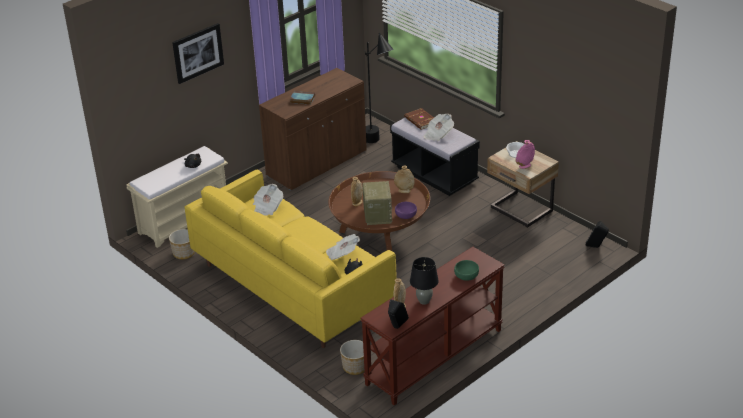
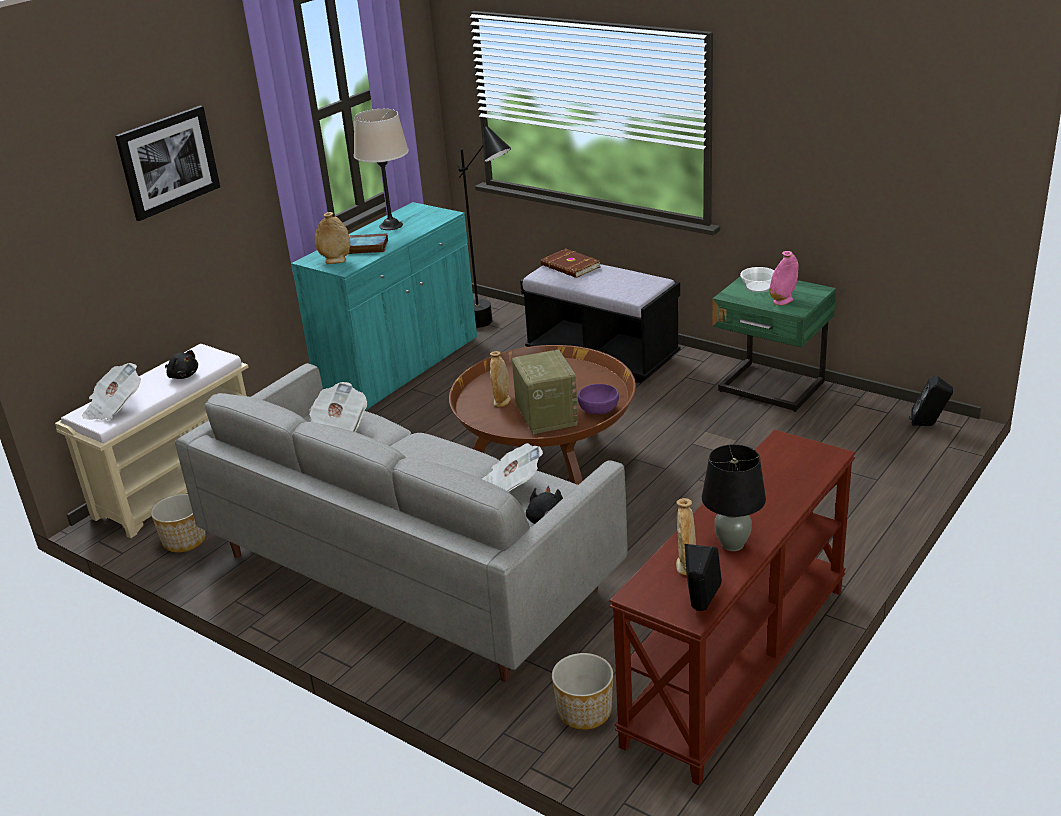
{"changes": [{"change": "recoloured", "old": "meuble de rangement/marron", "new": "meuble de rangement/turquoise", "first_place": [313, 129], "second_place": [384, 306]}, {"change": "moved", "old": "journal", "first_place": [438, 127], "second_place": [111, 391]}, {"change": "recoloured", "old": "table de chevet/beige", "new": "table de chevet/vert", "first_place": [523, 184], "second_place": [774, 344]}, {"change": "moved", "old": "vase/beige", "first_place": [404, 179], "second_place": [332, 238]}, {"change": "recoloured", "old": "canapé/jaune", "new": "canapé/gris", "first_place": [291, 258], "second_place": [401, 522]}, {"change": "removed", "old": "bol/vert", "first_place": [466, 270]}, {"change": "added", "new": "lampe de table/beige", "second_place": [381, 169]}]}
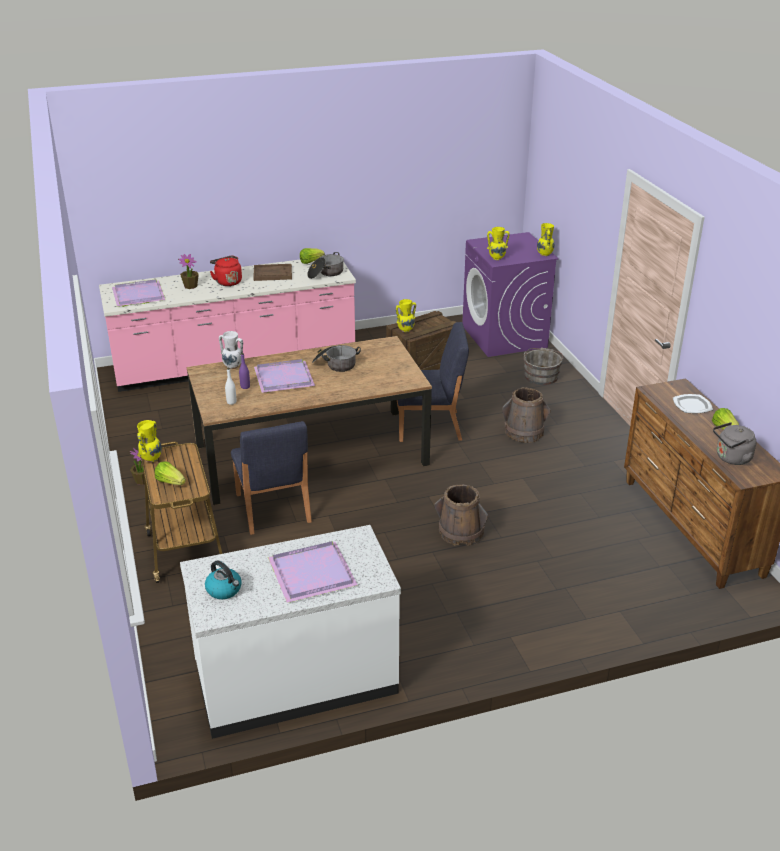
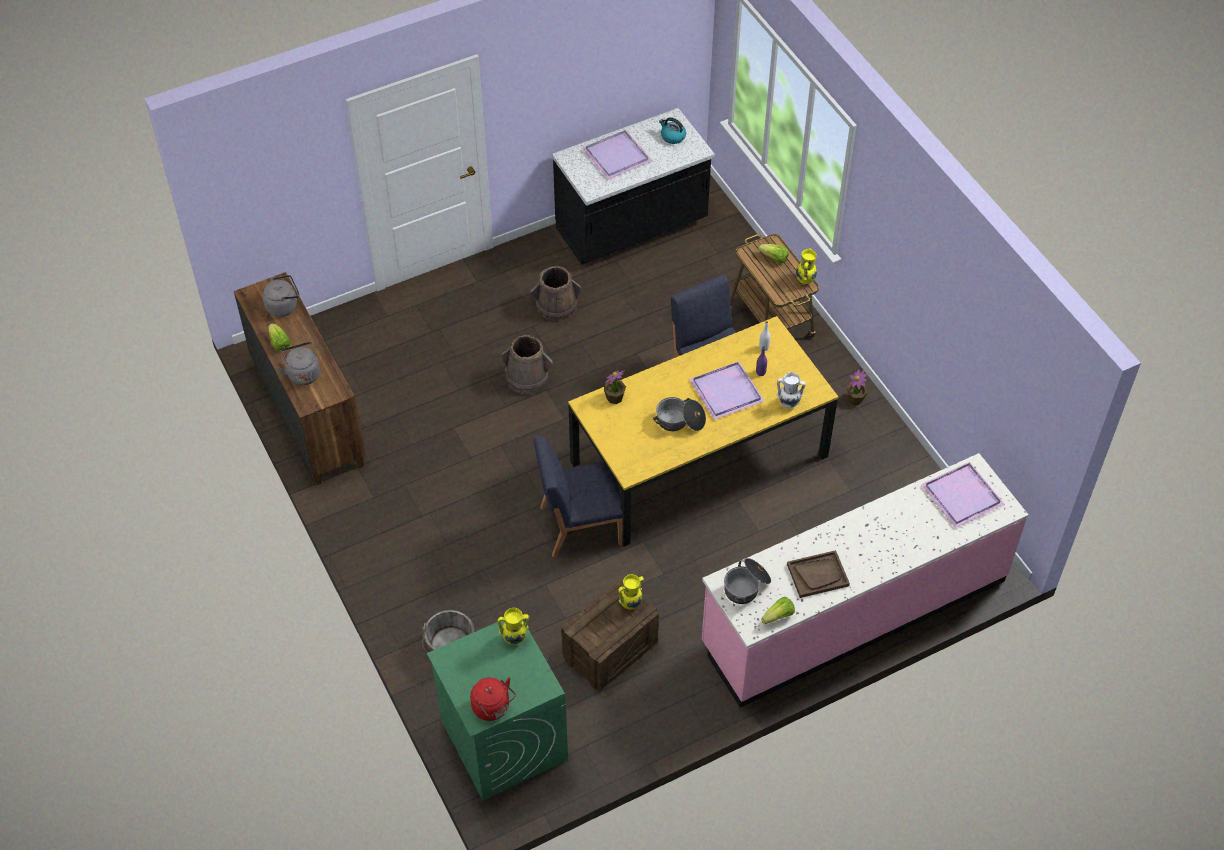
{"changes": [{"change": "removed", "old": "vase/jaune", "first_place": [545, 239]}, {"change": "recoloured", "old": "lave-linge/violet", "new": "lave-linge/vert", "first_place": [510, 294], "second_place": [497, 710]}, {"change": "moved", "old": "plante en pot", "first_place": [188, 271], "second_place": [615, 387]}, {"change": "moved", "old": "bouilloire/rouge", "first_place": [226, 270], "second_place": [493, 699]}, {"change": "recoloured", "old": "table à manger/marron", "new": "table à manger/jaune", "first_place": [309, 420], "second_place": [703, 431]}, {"change": "moved", "old": "seau/marron", "first_place": [526, 415], "second_place": [555, 293]}, {"change": "replaced", "old": "assiette", "new": "bouilloire/gris", "first_place": [693, 403], "second_place": [299, 363]}, {"change": "recoloured", "old": "comptoir de cuisine/blanc", "new": "comptoir de cuisine/noir", "first_place": [290, 632], "second_place": [633, 186]}]}
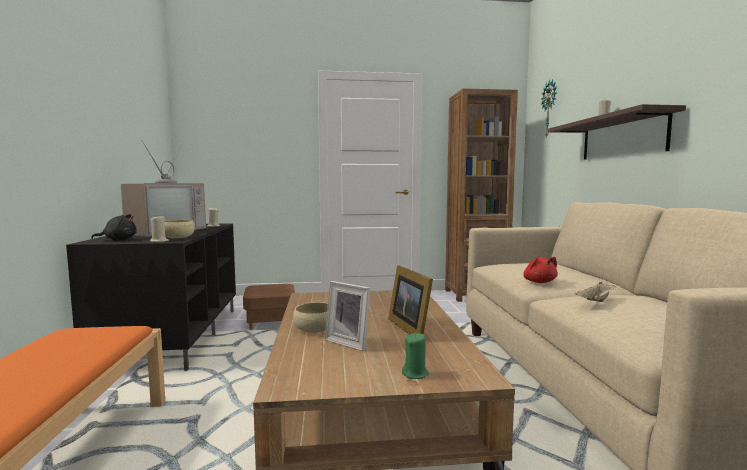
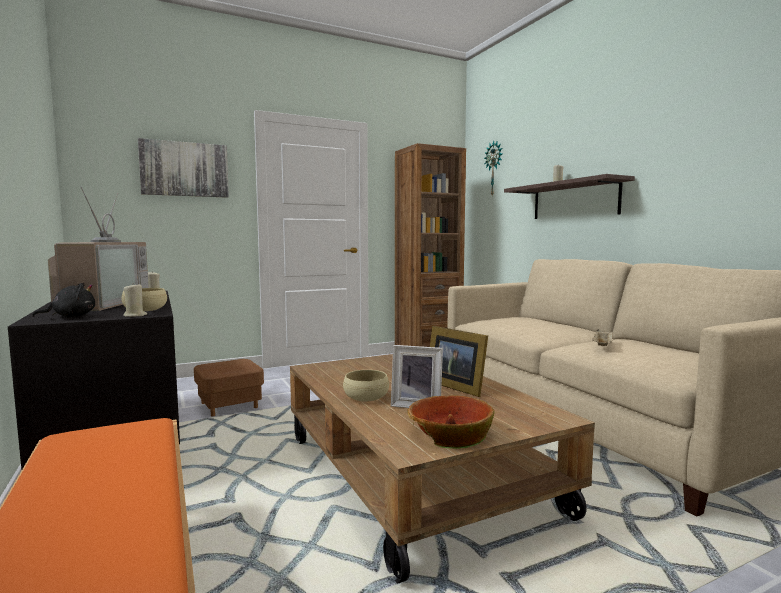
{"changes": [{"change": "removed", "old": "peluche/rouge", "first_place": [540, 270]}, {"change": "removed", "old": "bougie/vert", "first_place": [415, 356]}, {"change": "added", "new": "tableau", "second_place": [183, 168]}, {"change": "added", "new": "bol", "second_place": [451, 422]}]}
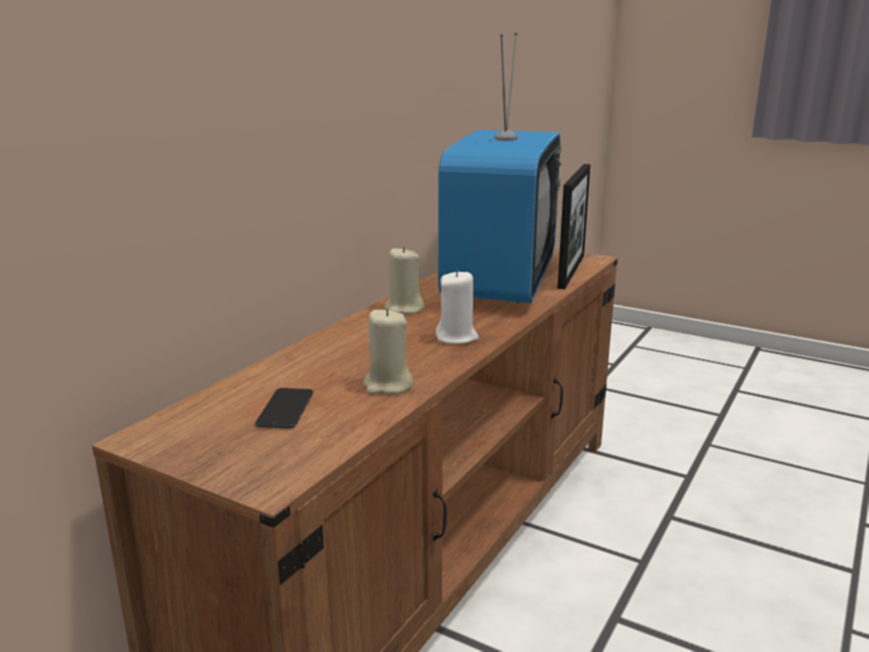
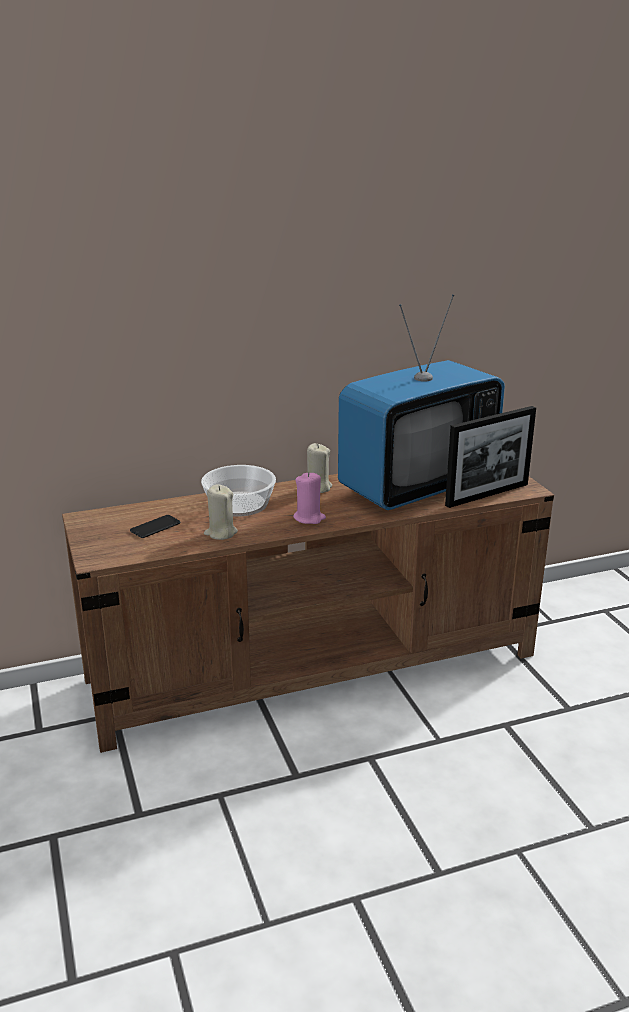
{"changes": [{"change": "recoloured", "old": "bougie/blanc", "new": "bougie/rose", "first_place": [457, 307], "second_place": [309, 498]}, {"change": "added", "new": "bol", "second_place": [238, 491]}]}
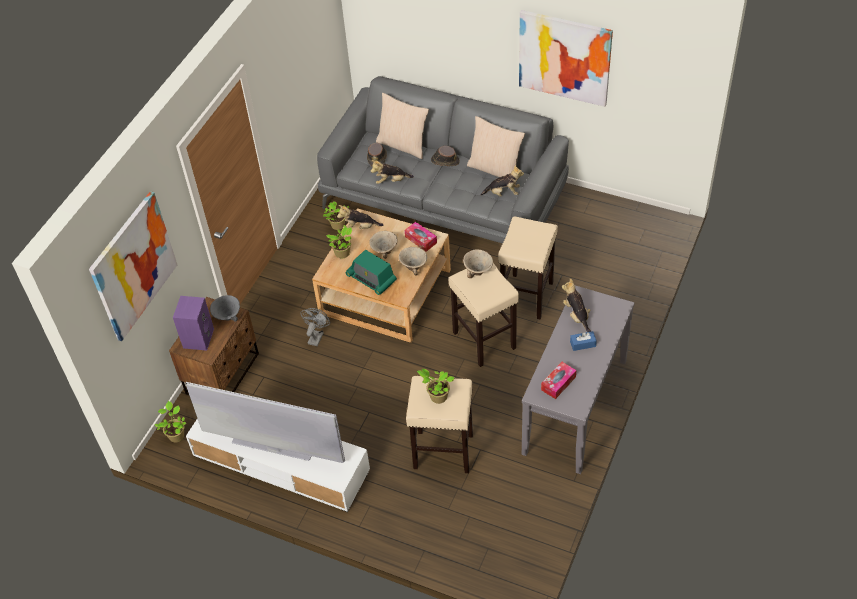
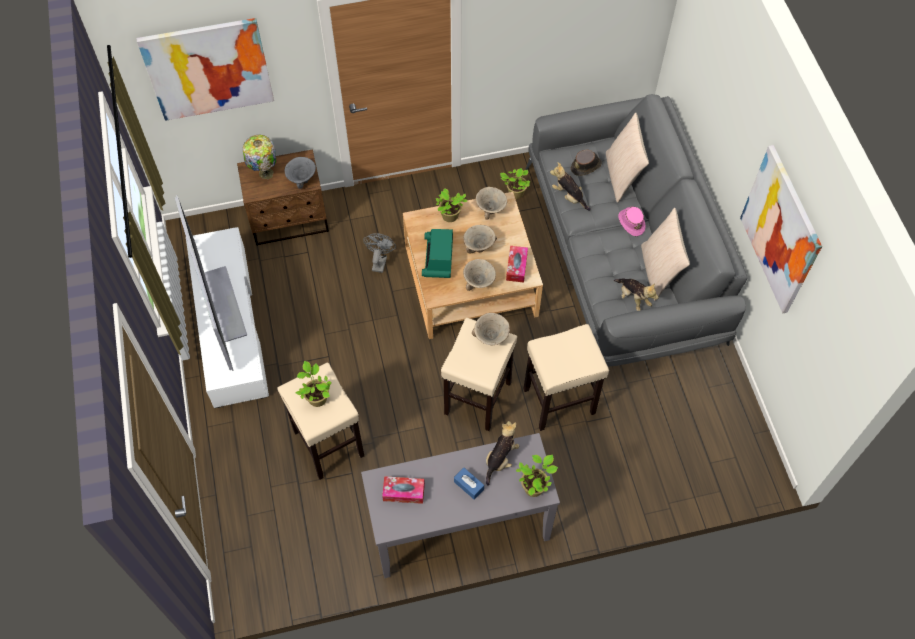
{"changes": [{"change": "recoloured", "old": "chapeau/marron", "new": "chapeau/rose", "first_place": [445, 156], "second_place": [632, 221]}, {"change": "replaced", "old": "peluche", "new": "bol/beige", "first_place": [360, 217], "second_place": [491, 203]}, {"change": "replaced", "old": "enceinte/violet", "new": "lampe de table", "first_place": [193, 323], "second_place": [259, 157]}, {"change": "turned", "old": "ventilateur/gris", "first_place": [315, 327], "second_place": [379, 253], "degrees": -60}, {"change": "moved", "old": "plante en pot", "first_place": [170, 421], "second_place": [537, 476]}]}
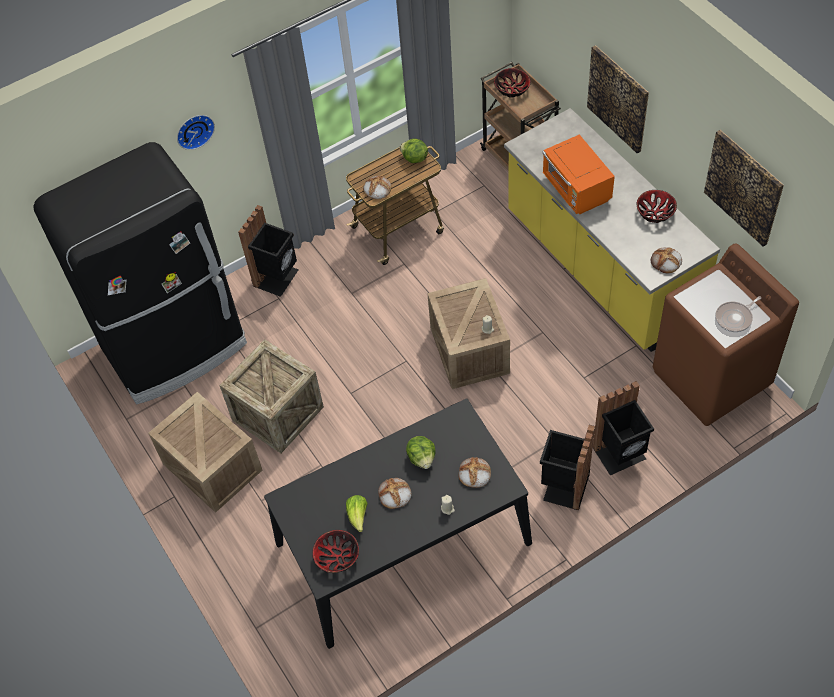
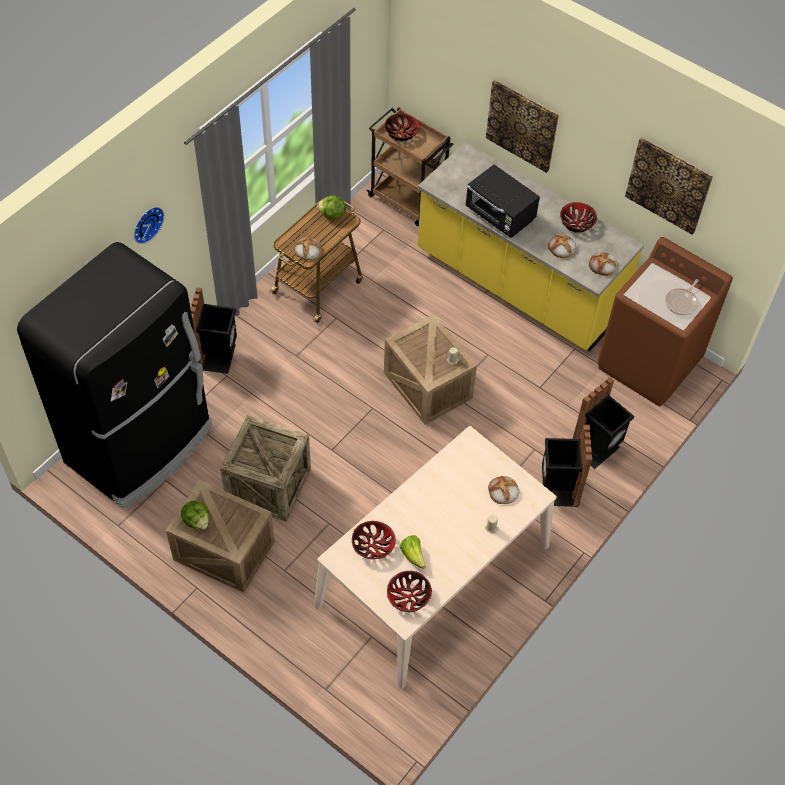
{"changes": [{"change": "recoloured", "old": "micro-ondes/orange", "new": "micro-ondes/noir", "first_place": [579, 174], "second_place": [503, 201]}, {"change": "recoloured", "old": "table à manger/noir", "new": "table à manger/beige", "first_place": [398, 523], "second_place": [435, 557]}, {"change": "moved", "old": "laitue", "first_place": [421, 452], "second_place": [195, 515]}, {"change": "moved", "old": "pain", "first_place": [395, 493], "second_place": [562, 246]}, {"change": "added", "new": "bol", "second_place": [374, 540]}]}
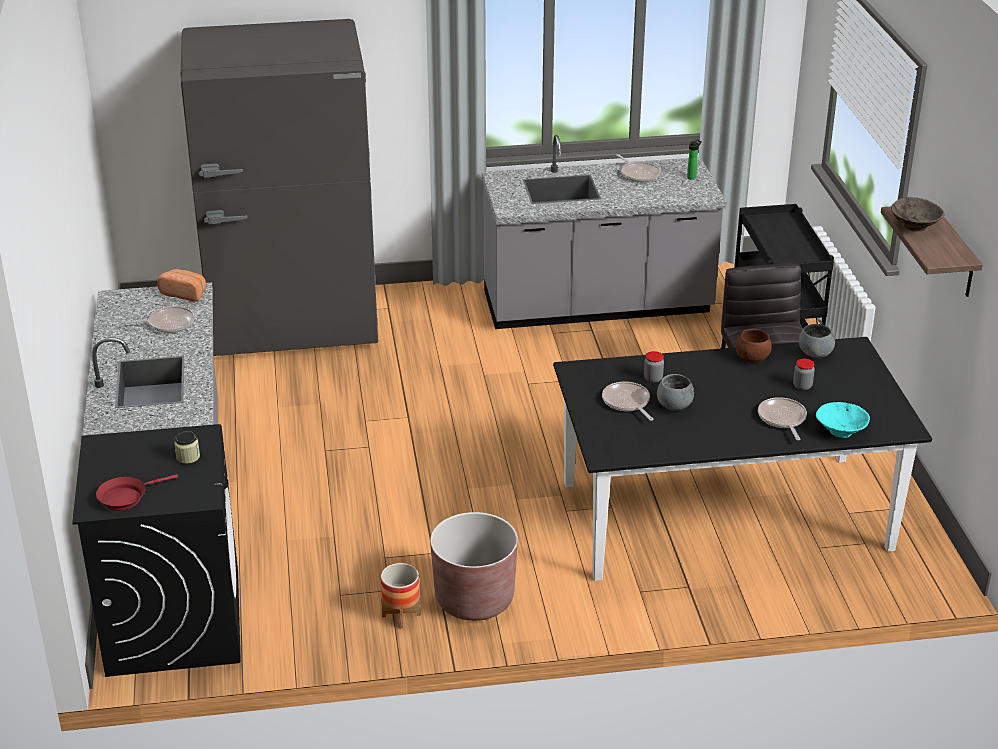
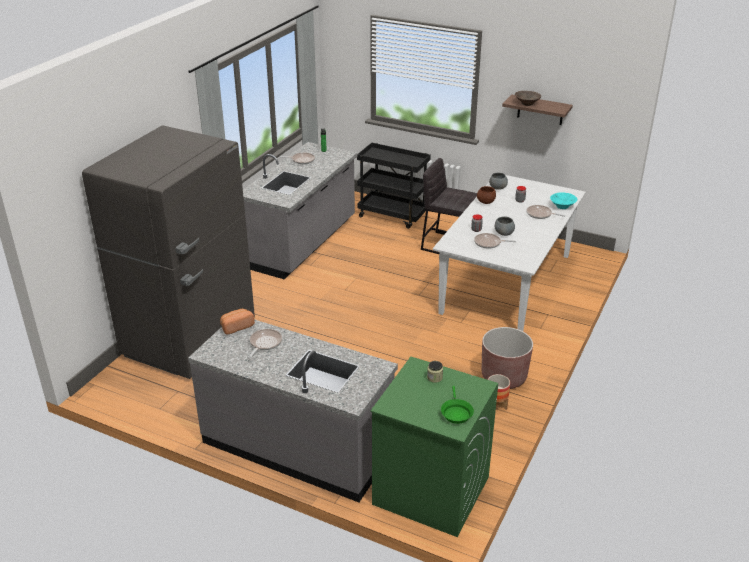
{"changes": [{"change": "recoloured", "old": "table à manger/noir", "new": "table à manger/blanc", "first_place": [742, 459], "second_place": [509, 253]}, {"change": "recoloured", "old": "lave-linge/noir", "new": "lave-linge/vert", "first_place": [156, 550], "second_place": [434, 447]}, {"change": "recoloured", "old": "poêle/rouge", "new": "poêle/vert", "first_place": [137, 492], "second_place": [457, 405]}]}
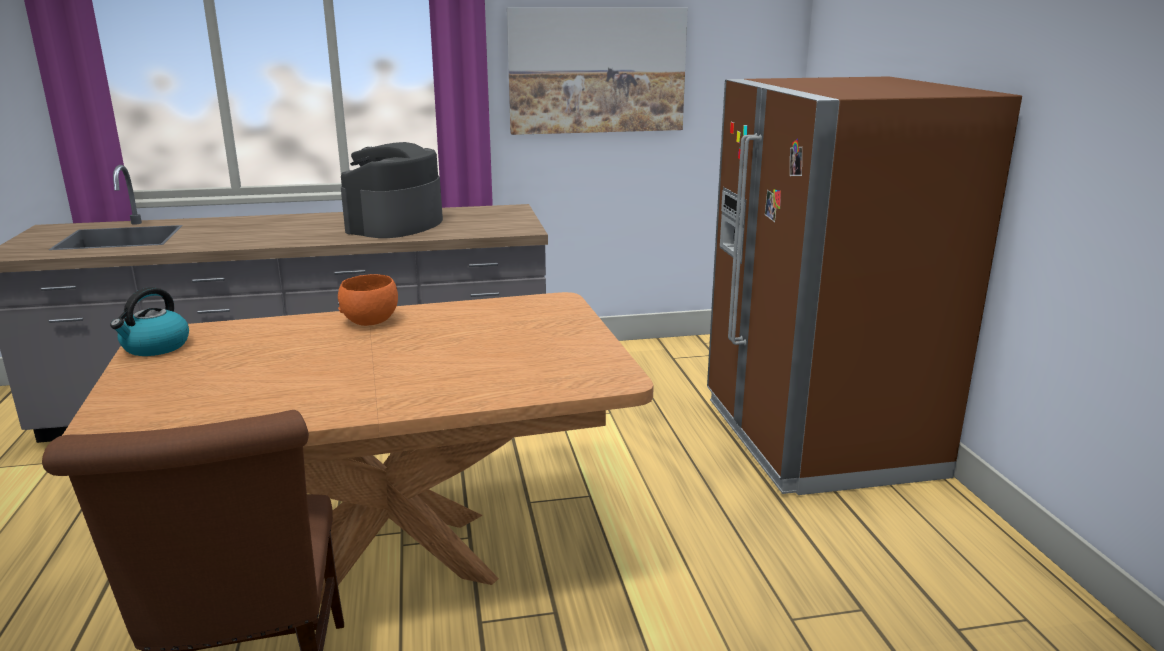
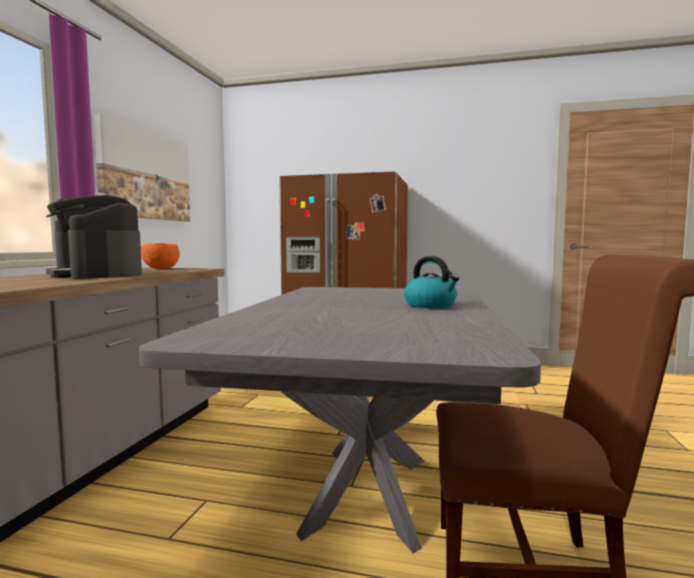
{"changes": [{"change": "moved", "old": "bol/orange", "first_place": [368, 300], "second_place": [160, 256]}, {"change": "moved", "old": "bouilloire", "first_place": [149, 321], "second_place": [431, 282]}, {"change": "recoloured", "old": "table à manger/marron", "new": "table à manger/gris", "first_place": [358, 448], "second_place": [340, 420]}]}
